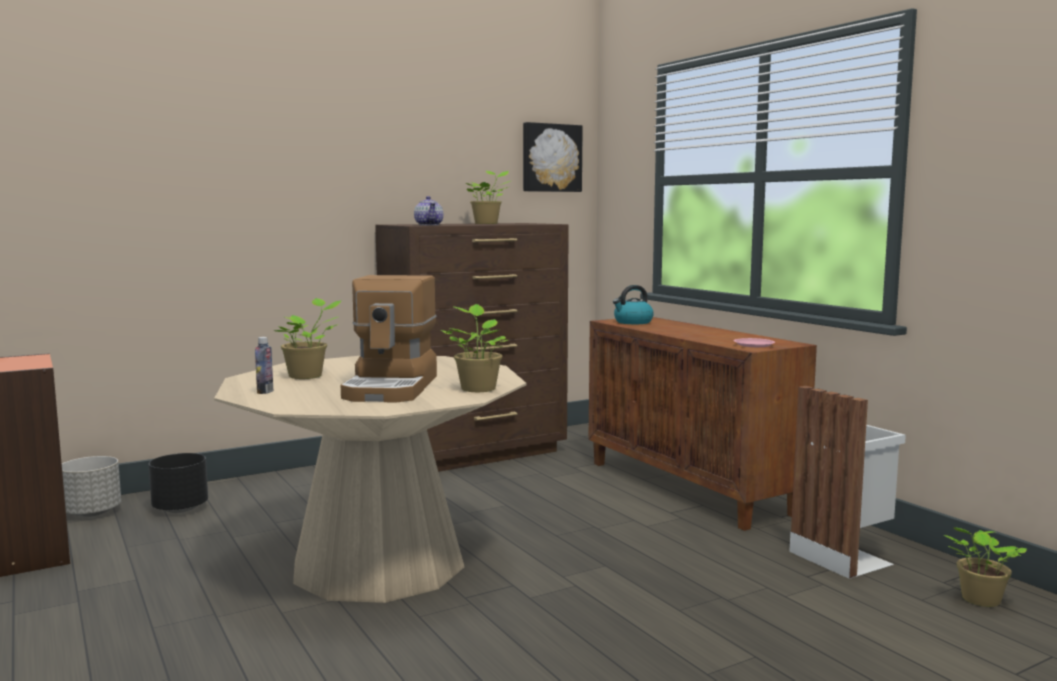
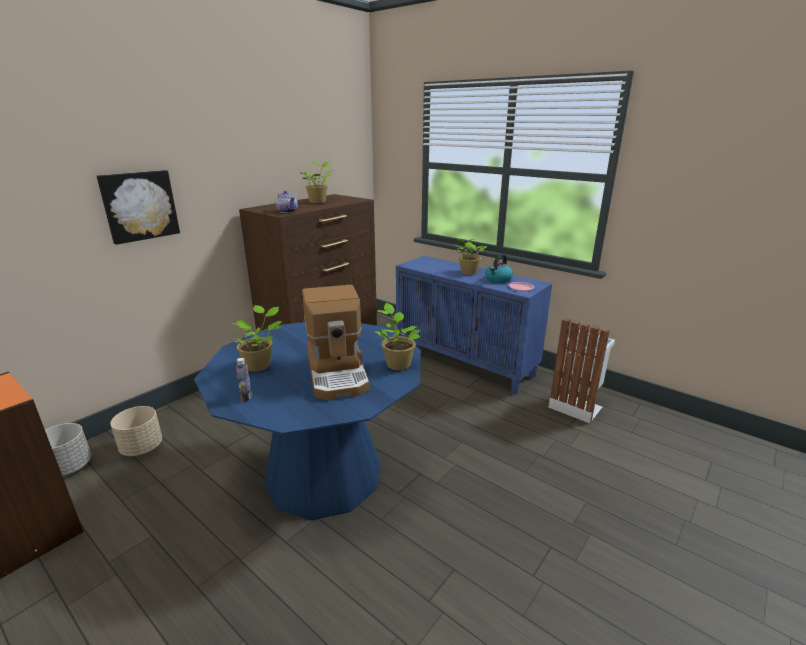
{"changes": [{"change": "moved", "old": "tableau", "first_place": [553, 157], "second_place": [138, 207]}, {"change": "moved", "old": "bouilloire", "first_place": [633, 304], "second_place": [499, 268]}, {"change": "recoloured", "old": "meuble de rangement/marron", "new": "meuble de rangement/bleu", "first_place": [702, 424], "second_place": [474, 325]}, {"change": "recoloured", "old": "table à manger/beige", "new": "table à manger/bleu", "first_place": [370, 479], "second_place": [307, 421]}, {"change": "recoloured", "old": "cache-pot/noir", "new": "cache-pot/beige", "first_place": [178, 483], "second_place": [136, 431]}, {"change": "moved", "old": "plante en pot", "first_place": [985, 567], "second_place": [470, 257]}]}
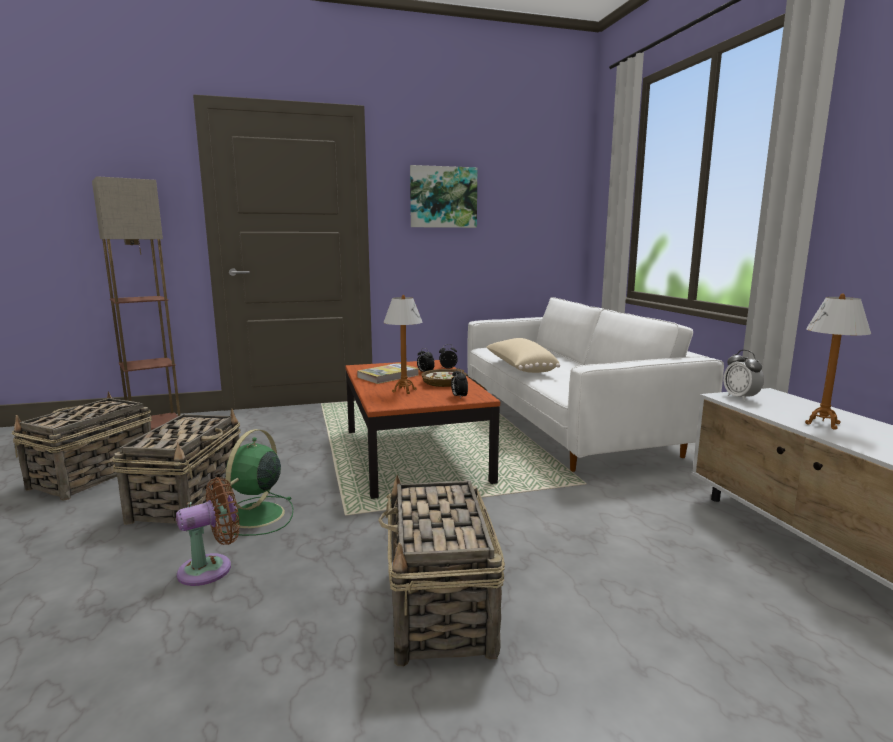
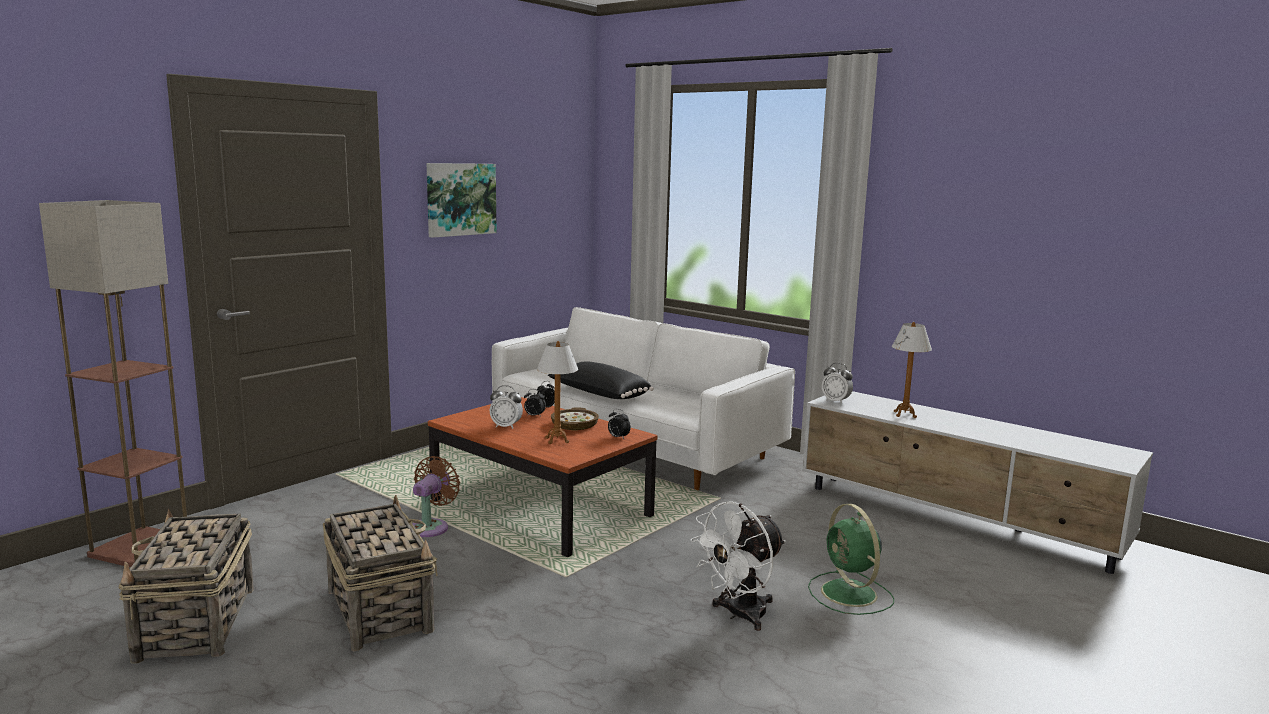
{"changes": [{"change": "recoloured", "old": "coussin/beige", "new": "coussin/noir", "first_place": [523, 355], "second_place": [601, 380]}, {"change": "replaced", "old": "livre", "new": "réveil", "first_place": [388, 373], "second_place": [506, 407]}, {"change": "moved", "old": "ventilateur/vert", "first_place": [255, 482], "second_place": [851, 559]}, {"change": "replaced", "old": "panier", "new": "ventilateur/blanc", "first_place": [441, 570], "second_place": [738, 566]}, {"change": "moved", "old": "ventilateur/marron", "first_place": [208, 531], "second_place": [436, 496]}]}
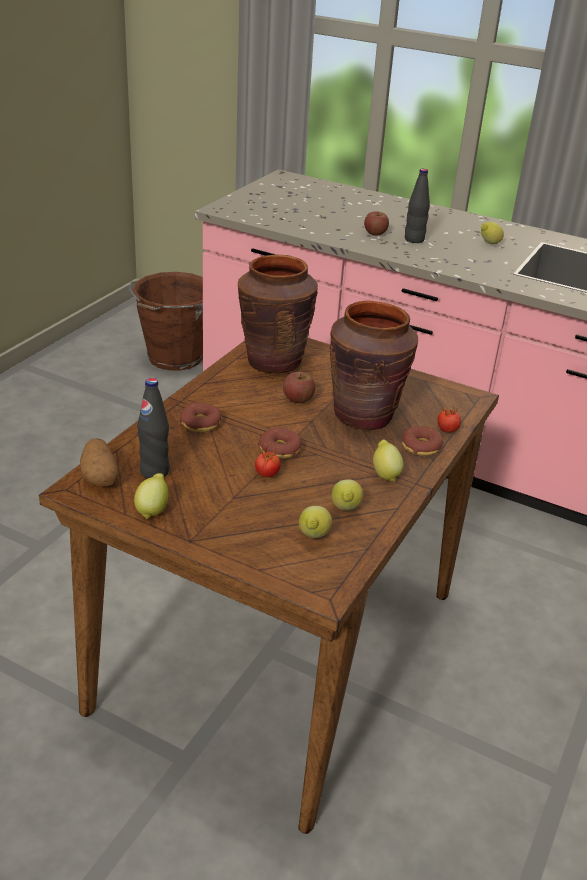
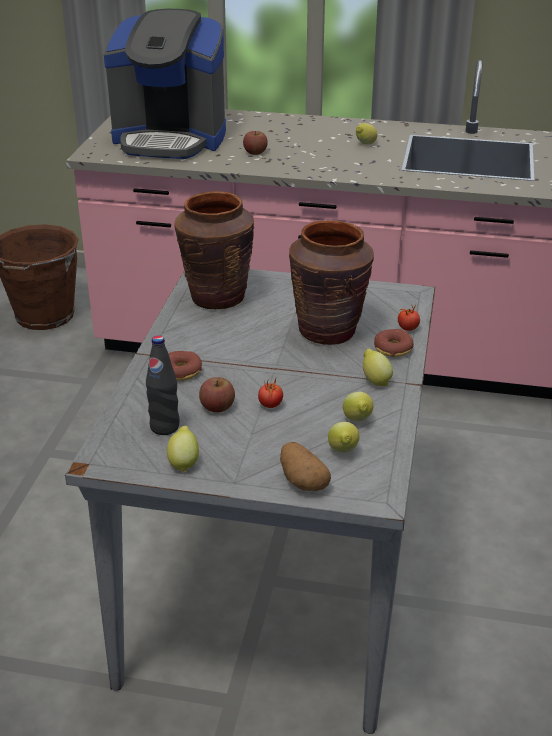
{"changes": [{"change": "removed", "old": "bouteille/noir", "first_place": [417, 206]}, {"change": "recoloured", "old": "table à manger/marron", "new": "table à manger/gris", "first_place": [269, 586], "second_place": [250, 501]}, {"change": "moved", "old": "pomme", "first_place": [299, 387], "second_place": [217, 395]}, {"change": "removed", "old": "beignet", "first_place": [280, 443]}, {"change": "moved", "old": "pomme de terre", "first_place": [99, 462], "second_place": [305, 466]}, {"change": "added", "new": "machine à café", "second_place": [165, 84]}]}
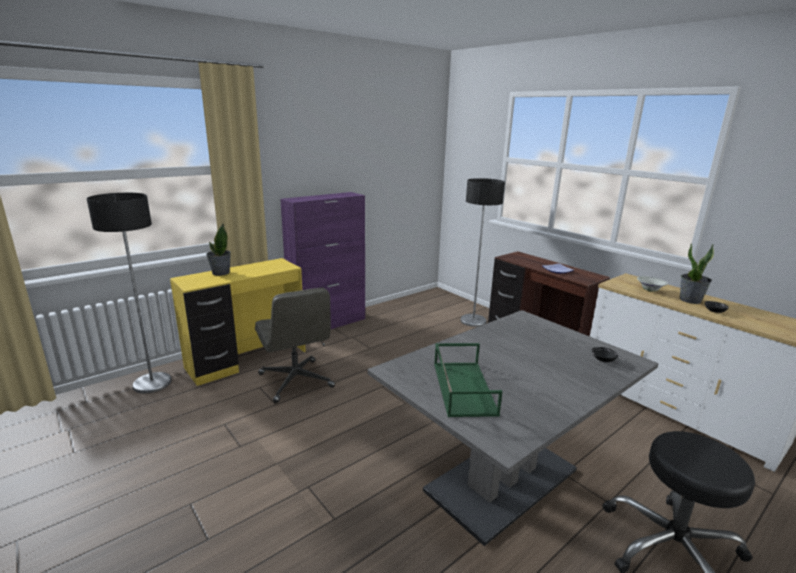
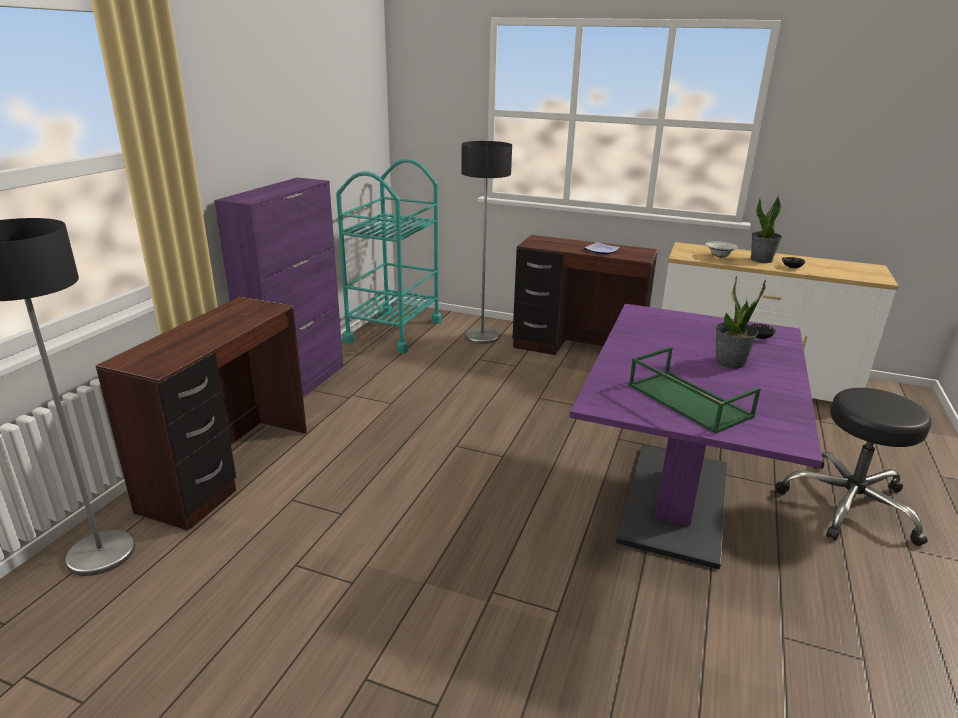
{"changes": [{"change": "moved", "old": "plante en pot", "first_place": [218, 250], "second_place": [741, 322]}, {"change": "recoloured", "old": "bureau/jaune", "new": "bureau/marron", "first_place": [238, 322], "second_place": [201, 414]}, {"change": "removed", "old": "chaise de bureau/gris", "first_place": [295, 345]}, {"change": "recoloured", "old": "table à manger/gris", "new": "table à manger/violet", "first_place": [513, 428], "second_place": [696, 436]}, {"change": "added", "new": "chariot/turquoise", "second_place": [389, 256]}]}
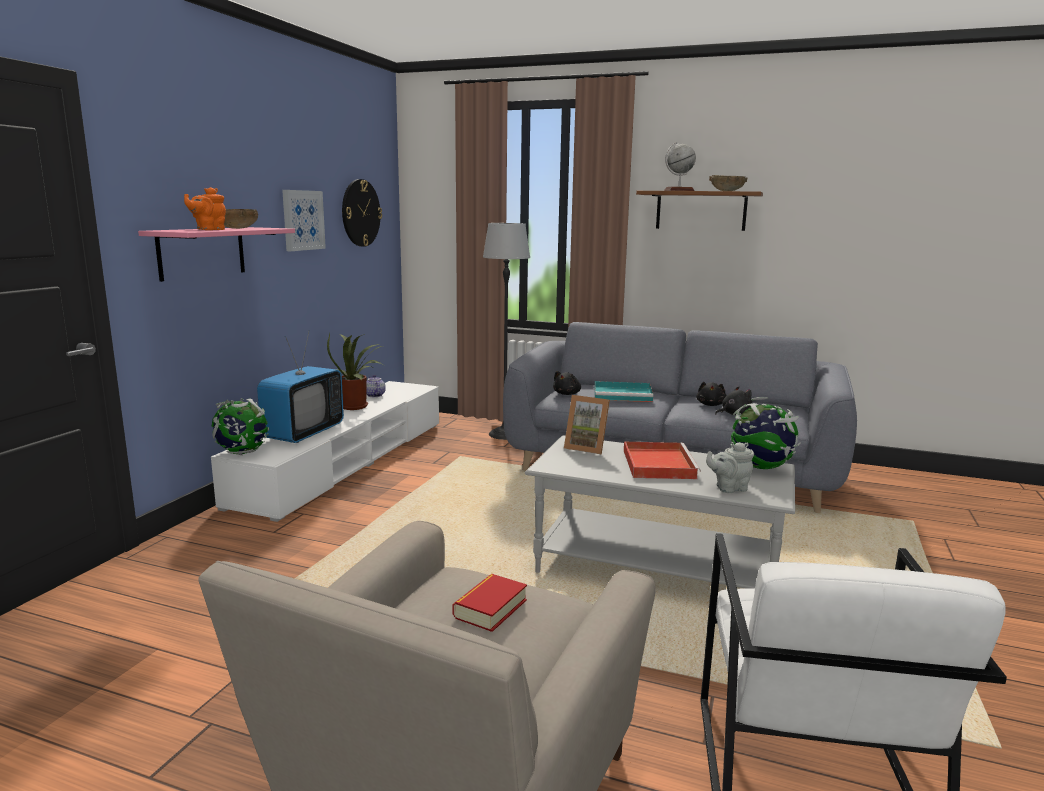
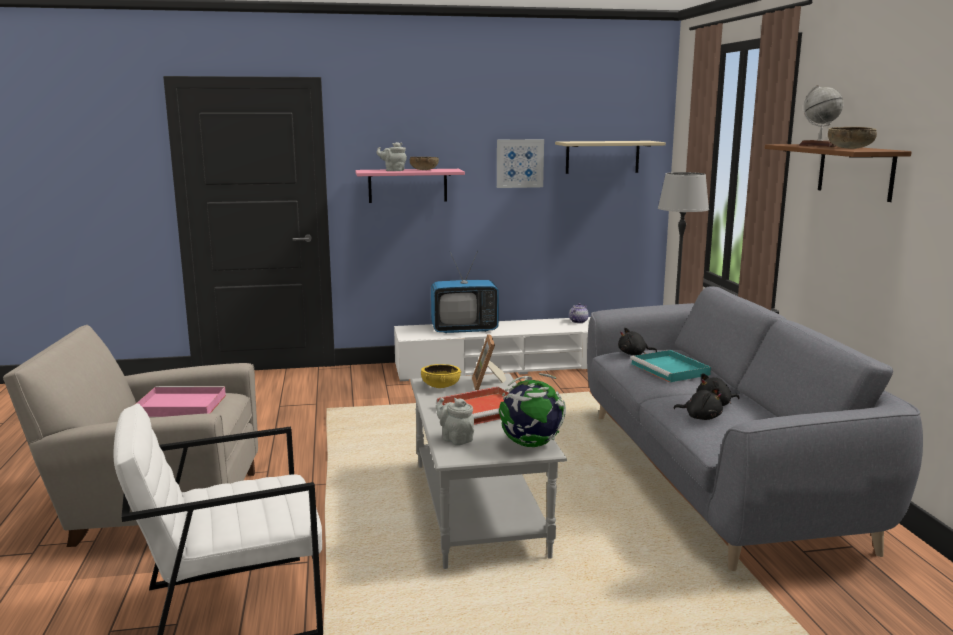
{"changes": [{"change": "replaced", "old": "horloge murale", "new": "étagère/beige", "first_place": [362, 213], "second_place": [610, 157]}, {"change": "recoloured", "old": "théière/orange", "new": "théière/gris", "first_place": [205, 208], "second_place": [391, 156]}, {"change": "removed", "old": "plante en pot", "first_place": [355, 372]}, {"change": "removed", "old": "globe", "first_place": [240, 426]}, {"change": "replaced", "old": "livre", "new": "plateau/rose", "first_place": [489, 603], "second_place": [181, 401]}, {"change": "added", "new": "bol/jaune", "second_place": [441, 376]}]}
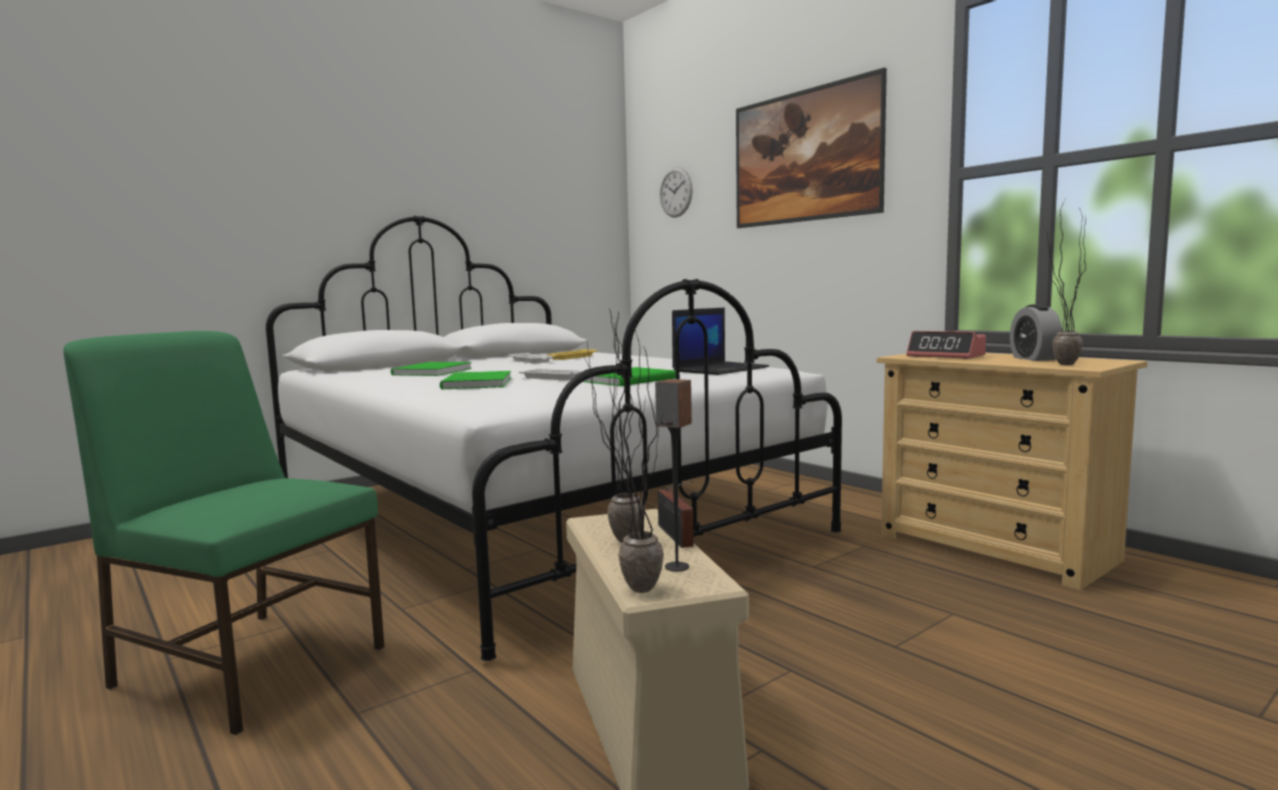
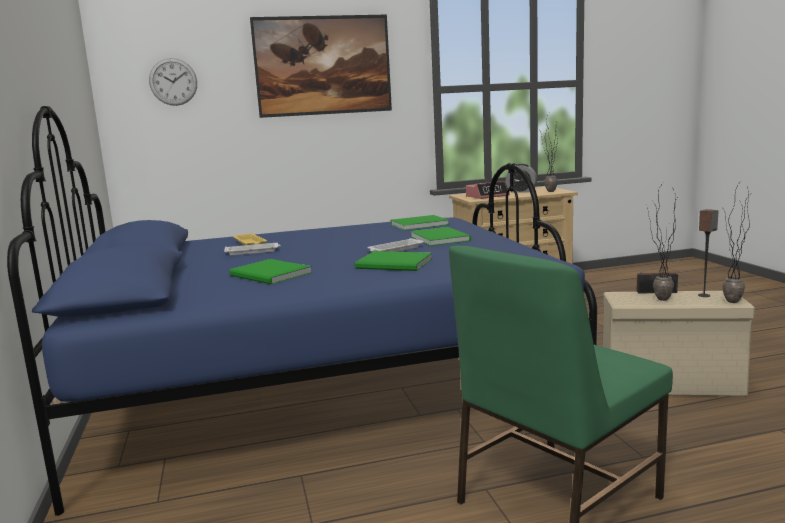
{"changes": [{"change": "recoloured", "old": "lit/blanc", "new": "lit/bleu", "first_place": [554, 438], "second_place": [302, 311]}, {"change": "replaced", "old": "ordinateur portable", "new": "livre/vert", "first_place": [720, 341], "second_place": [419, 222]}]}
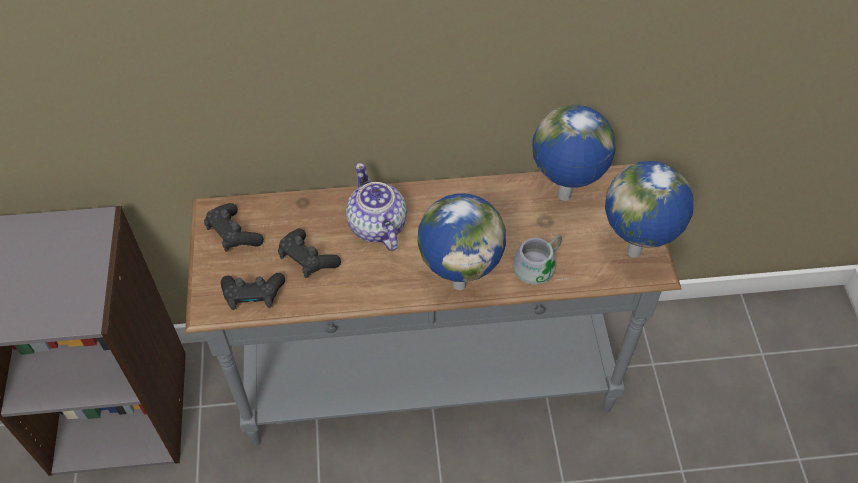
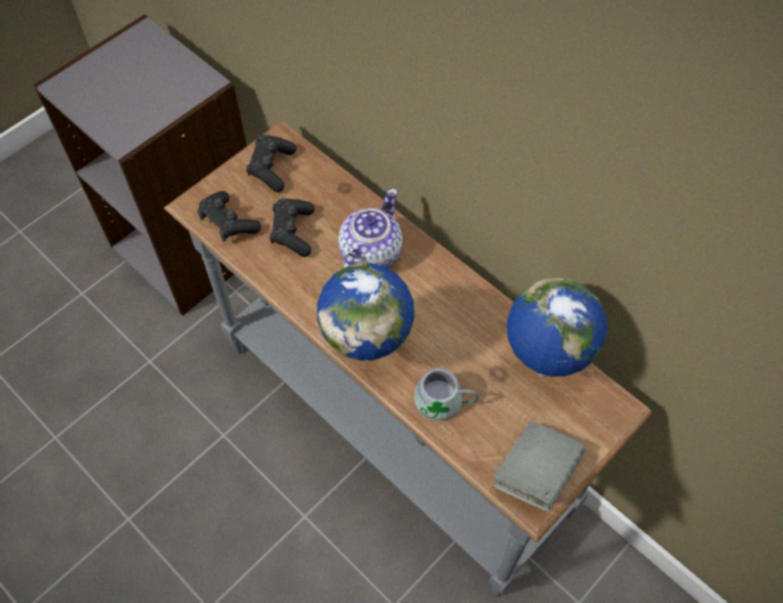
{"changes": [{"change": "replaced", "old": "globe", "new": "livre/gris", "first_place": [649, 209], "second_place": [539, 466]}]}
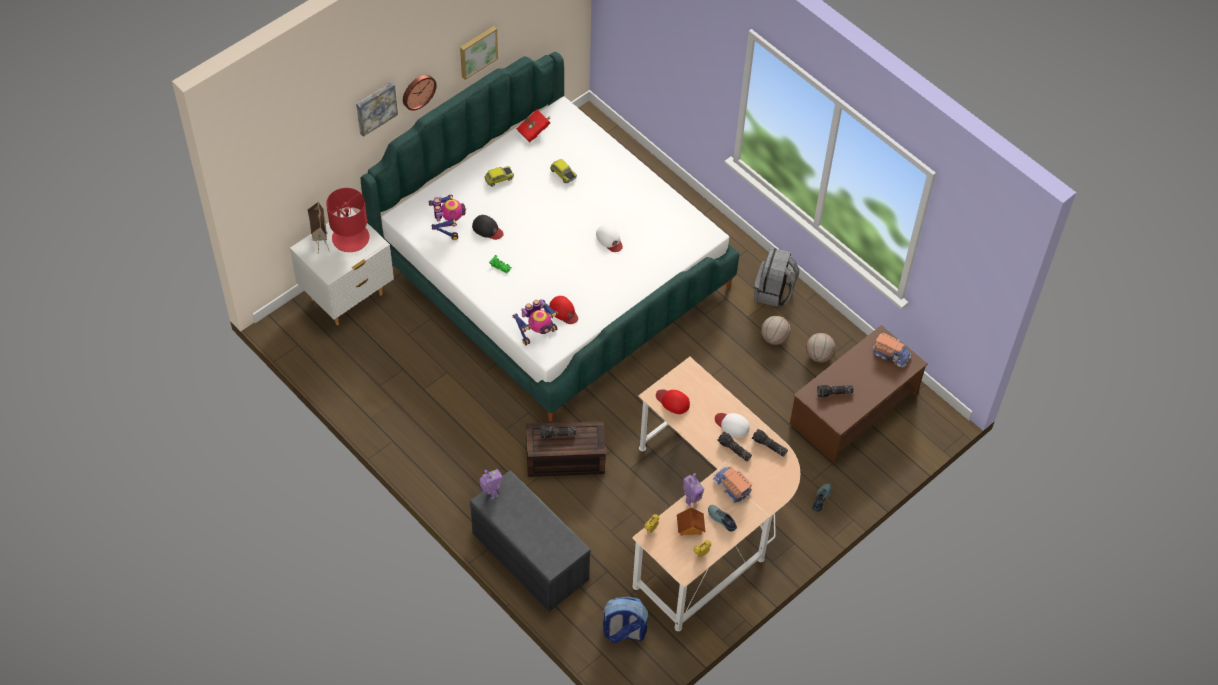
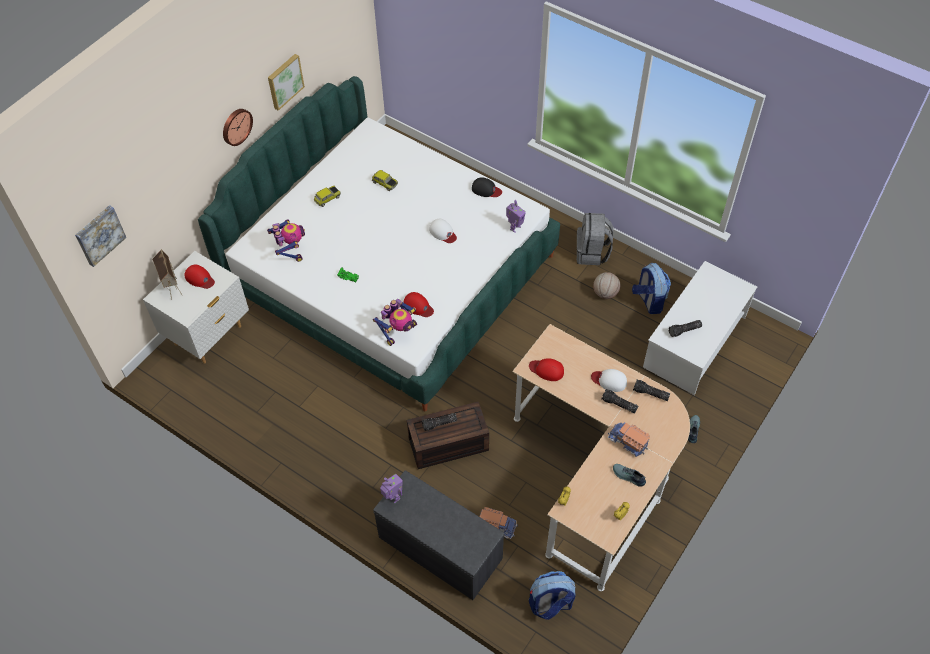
{"changes": [{"change": "moved", "old": "tableau", "first_place": [377, 109], "second_place": [100, 236]}, {"change": "removed", "old": "livre/rouge", "first_place": [533, 126]}, {"change": "replaced", "old": "lampe de table/rouge", "new": "casquette/rouge", "first_place": [347, 220], "second_place": [199, 277]}, {"change": "moved", "old": "casquette/noir", "first_place": [488, 227], "second_place": [487, 187]}, {"change": "recoloured", "old": "table basse/marron", "new": "table basse/blanc", "first_place": [858, 394], "second_place": [700, 328]}, {"change": "replaced", "old": "ballon de basket", "new": "sac à dos", "first_place": [821, 347], "second_place": [651, 288]}, {"change": "moved", "old": "camion jouet", "first_place": [892, 350], "second_place": [498, 523]}, {"change": "moved", "old": "robot jouet", "first_place": [693, 490], "second_place": [516, 216]}, {"change": "removed", "old": "maison miniature", "first_place": [691, 521]}]}
